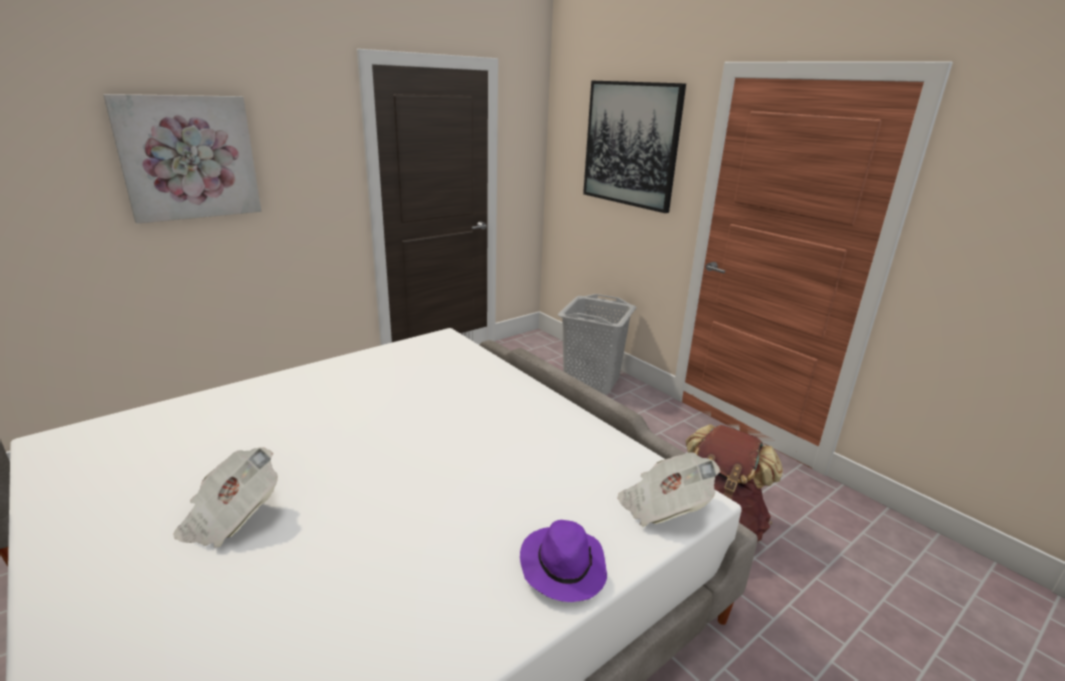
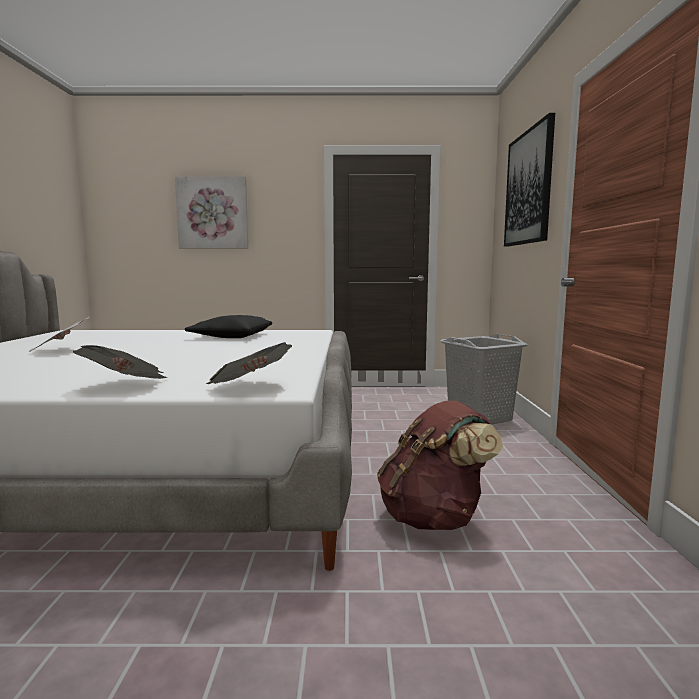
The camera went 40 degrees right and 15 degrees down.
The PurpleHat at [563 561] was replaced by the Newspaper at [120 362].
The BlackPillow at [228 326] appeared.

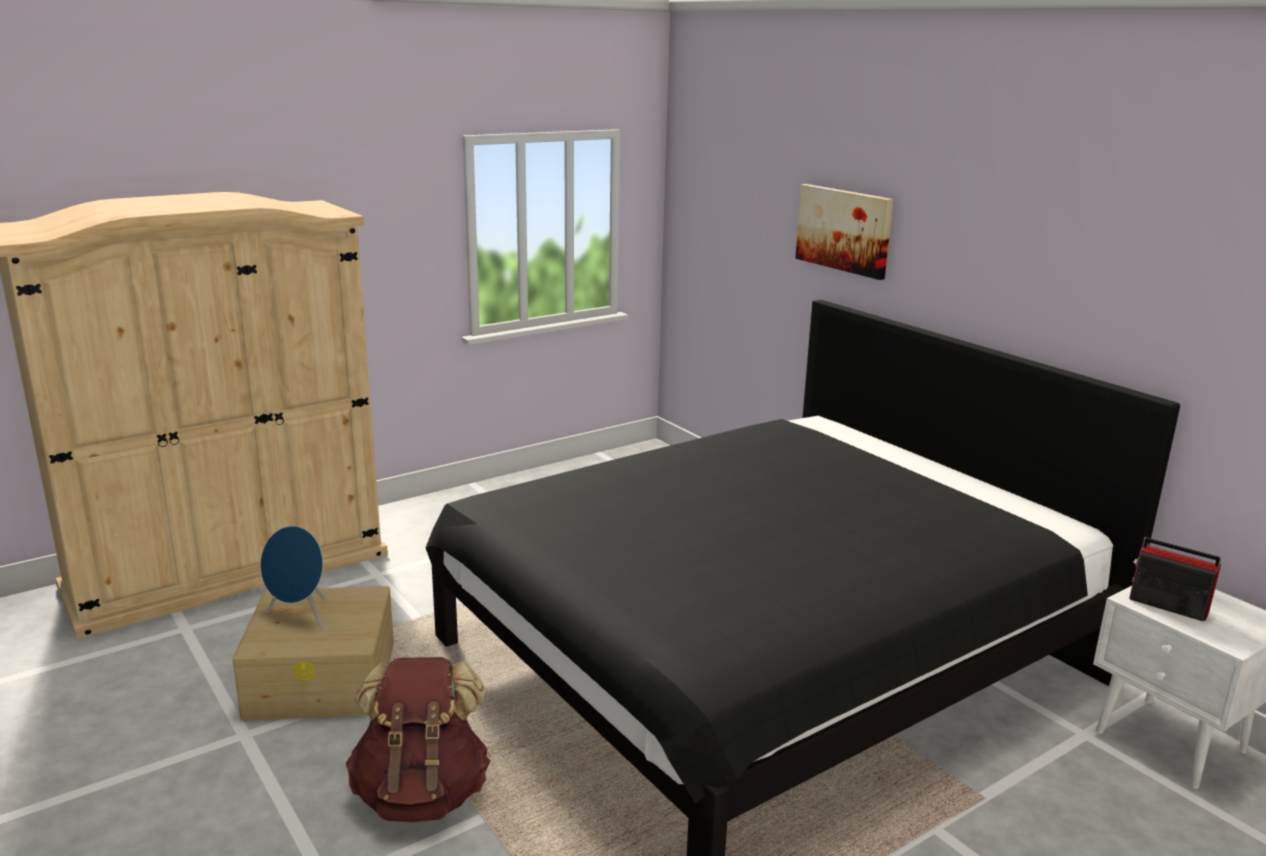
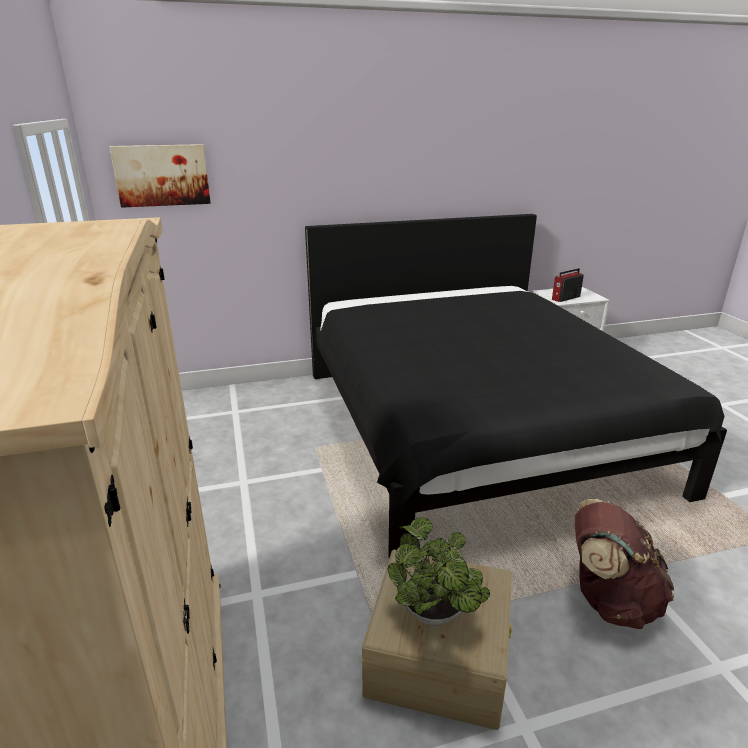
The camera went 70 degrees left and 5 degrees up.
The BlueSpeaker at [292 577] was replaced by the PottedPlant at [439 572].
The Picture moved from [844 232] to [160 176].

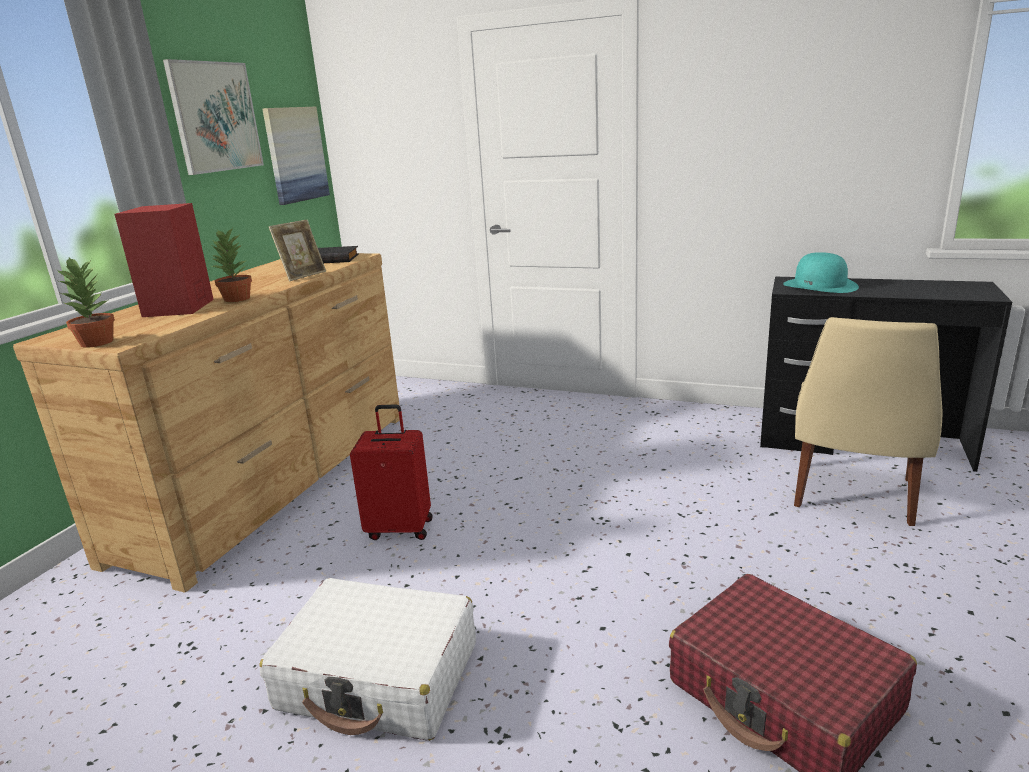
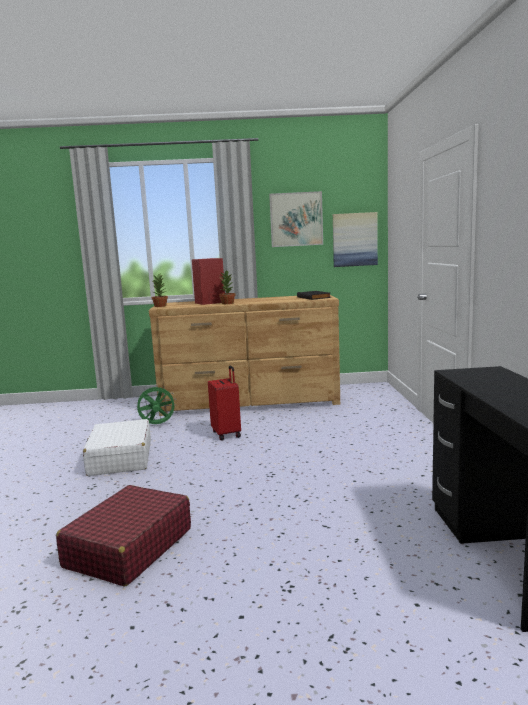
The camera went 65 degrees right and 10 degrees down.
The PictureFrame at [297 250] disappeared.
The TurquoiseHat at [821 272] disappeared.
The BeigeChair at [868 421] disappeared.
The GreenFan at [156 404] appeared.

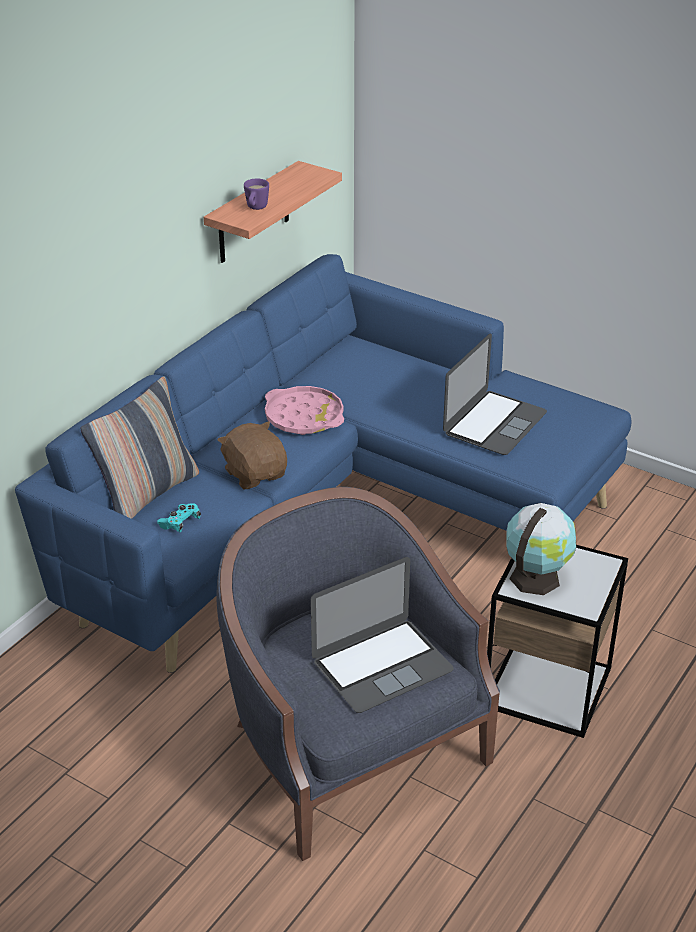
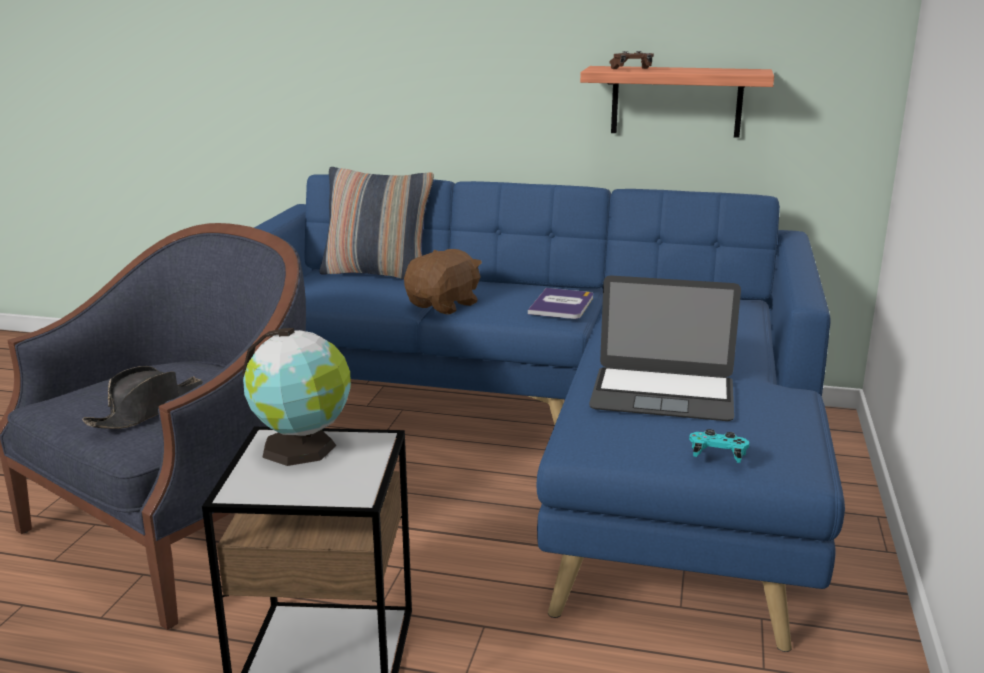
The camera went 70 degrees right and 15 degrees down.
The TurquoiseGameController moved from [179 518] to [719 446].
The PurpleMug at [256 194] was replaced by the BrownGameController at [631 60].
The PinkTray at [304 410] was replaced by the Book at [560 303].
The Laptop at [382 635] was replaced by the BlackHat at [142 397].

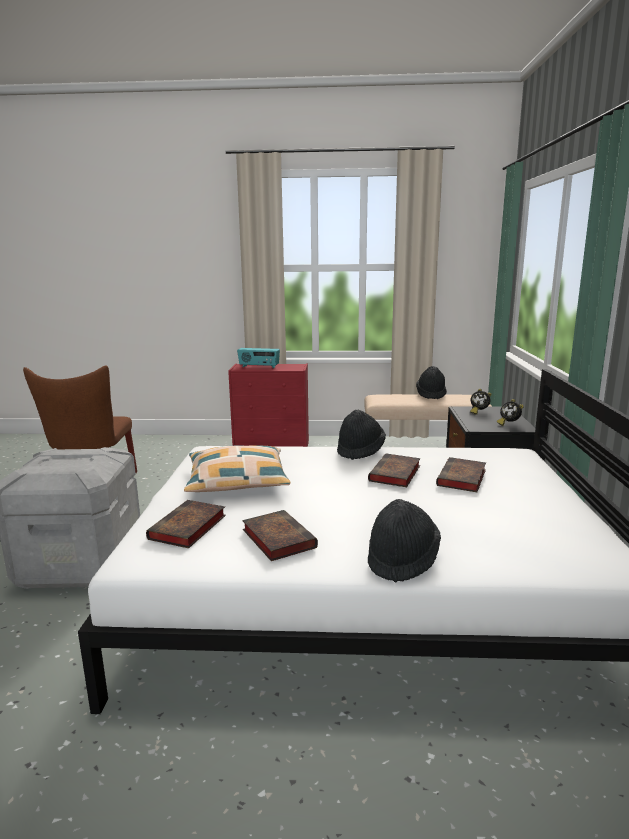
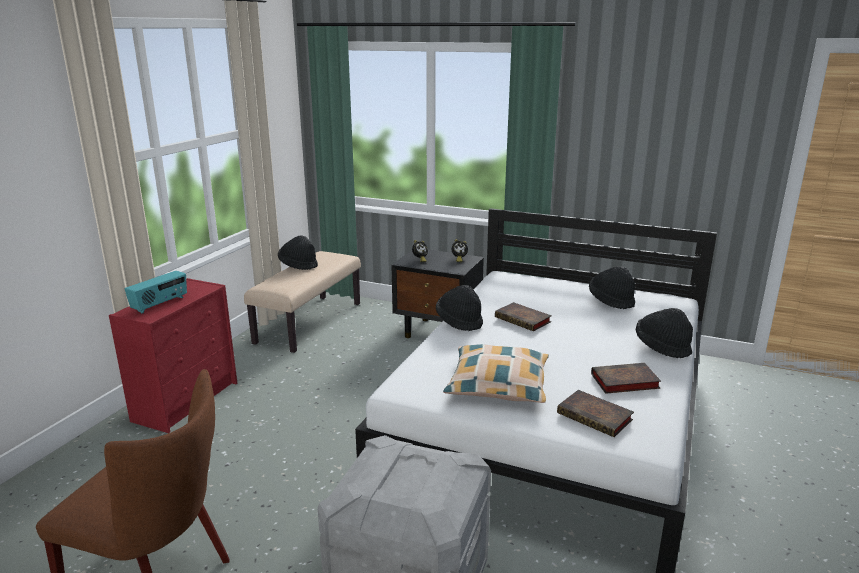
The camera went 70 degrees left and 5 degrees up.
The Book at [461 474] disappeared.
The BlackHat at [612 287] appeared.

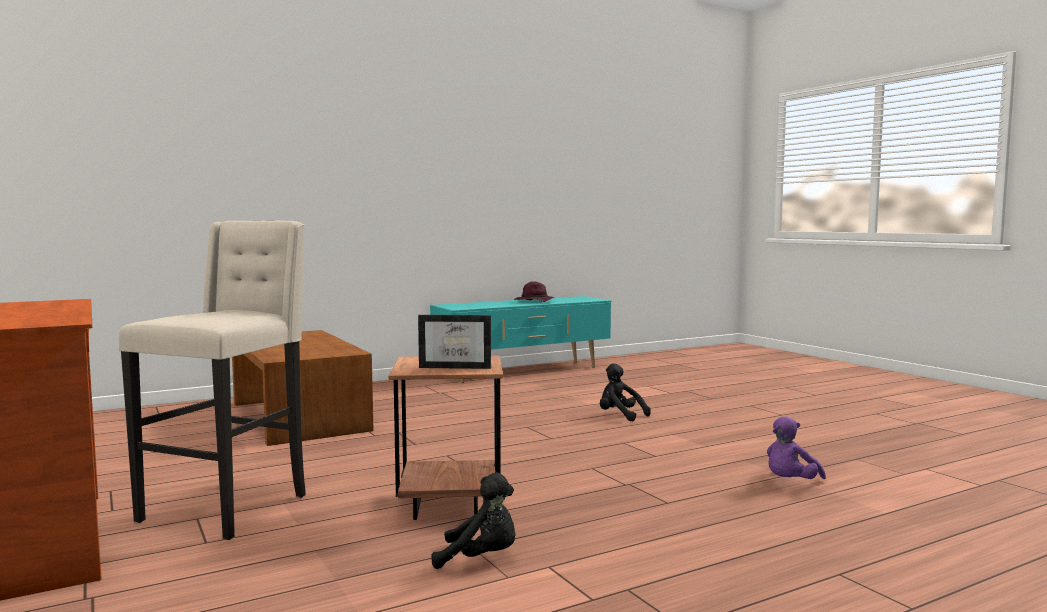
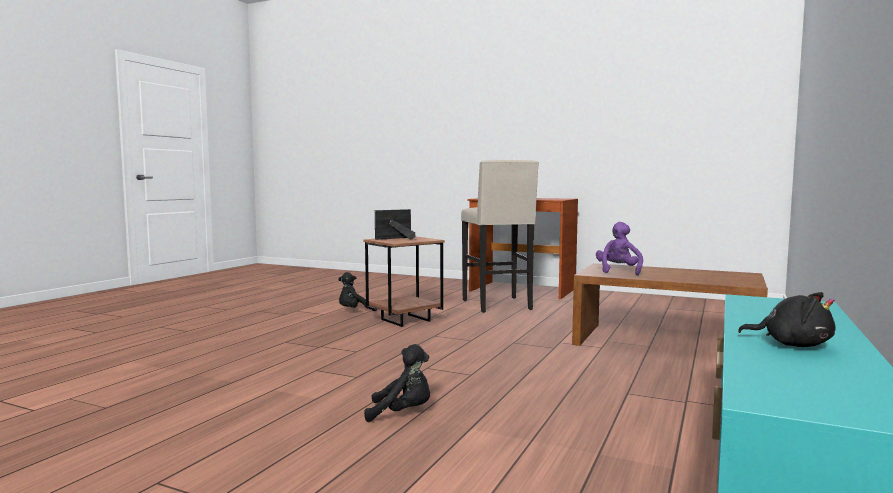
The camera went 145 degrees right and 0 degrees up.
The PurpleHat at [534 291] was replaced by the BlackPlushToy at [787 319].
The PurplePlushToy moved from [796 447] to [619 248].

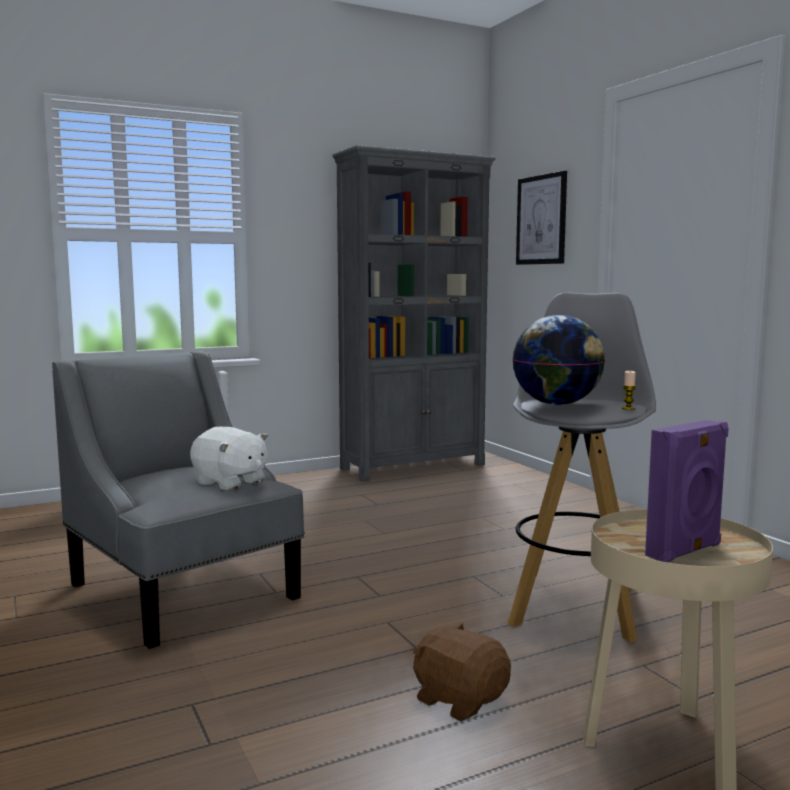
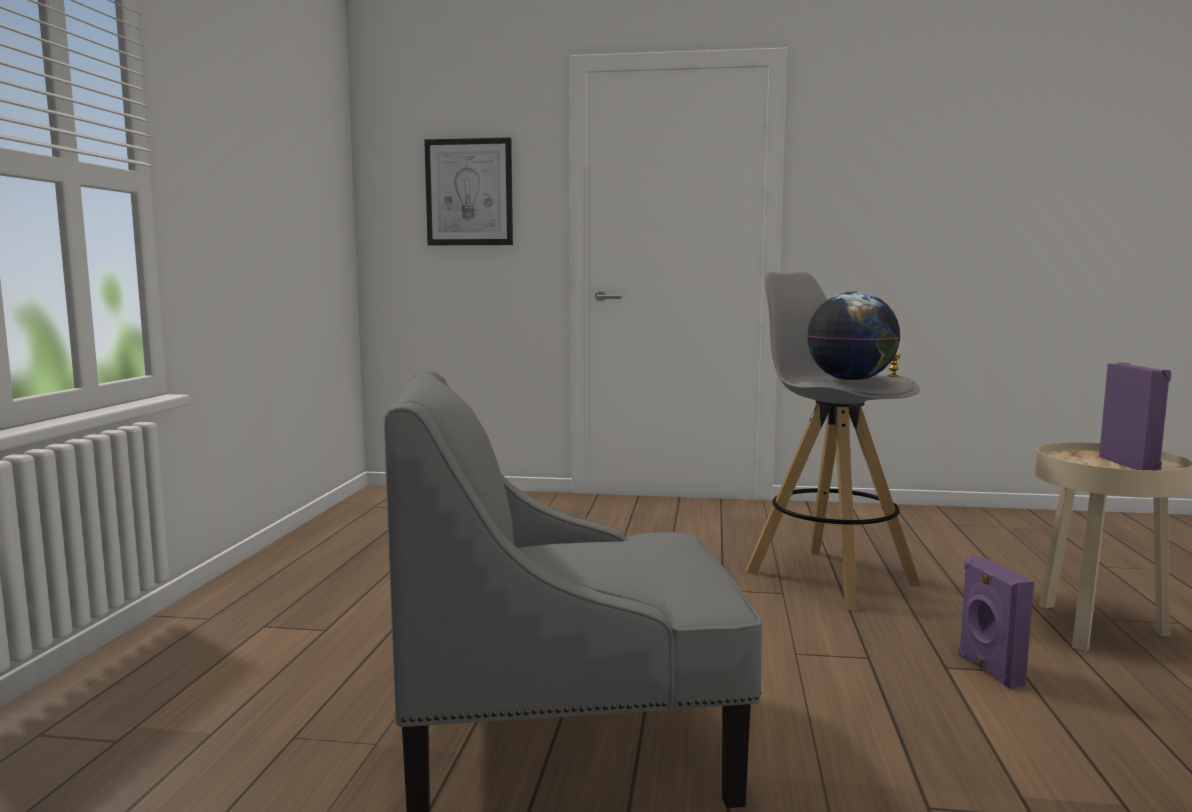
The camera went 55 degrees left and 0 degrees up.
The WhitePlushToy at [229 459] disappeared.
The GreyBookcase at [414 313] disappeared.
The BrownPlushToy at [462 672] was replaced by the PurpleSpeaker at [996 622].

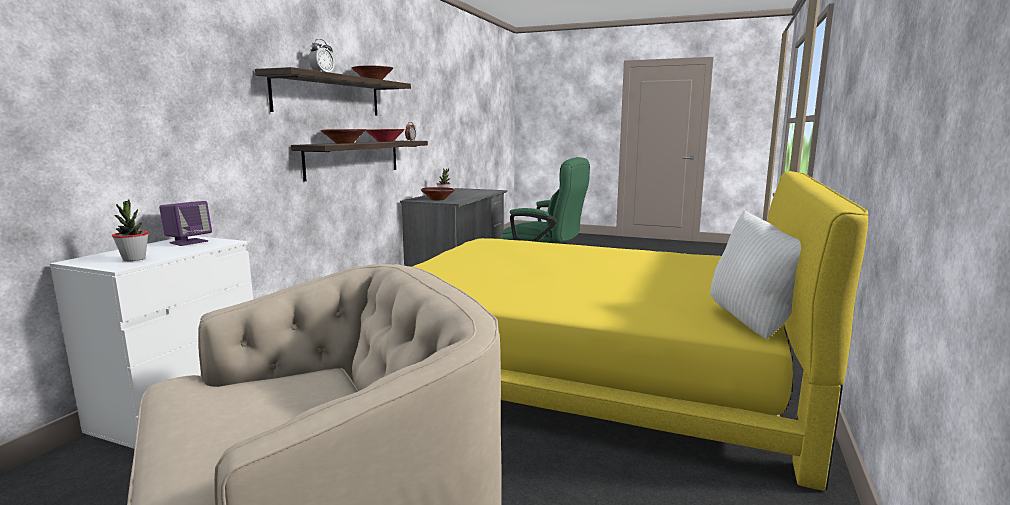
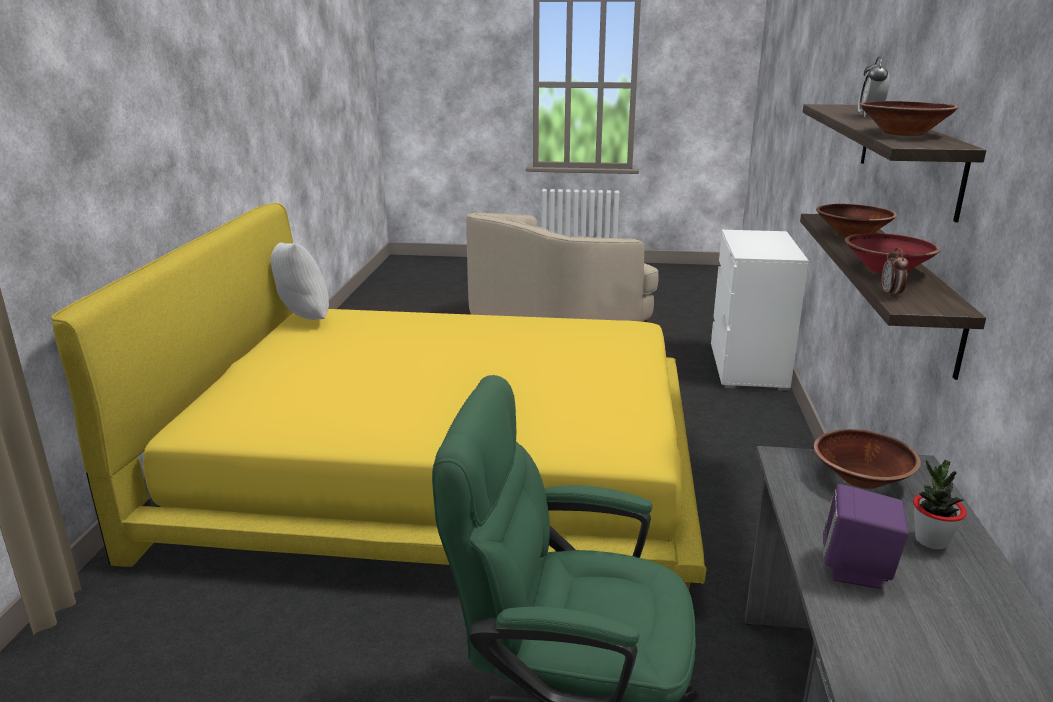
The camera went 165 degrees right and 10 degrees up.
The PottedPlant at [130 230] disappeared.
The PurpleSpeaker moved from [185 223] to [866 536].

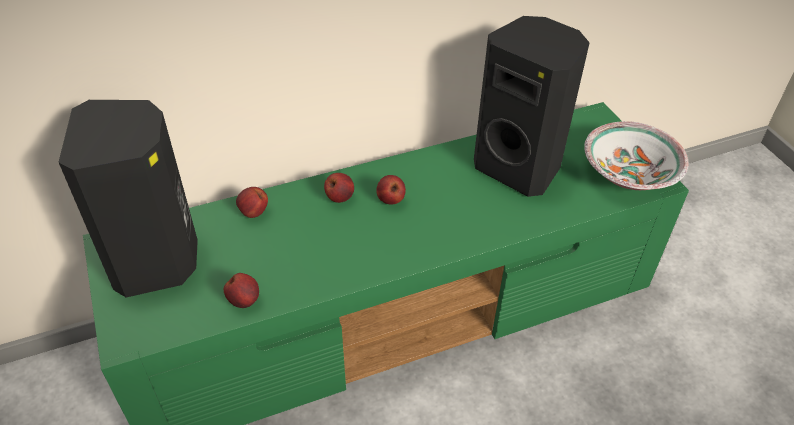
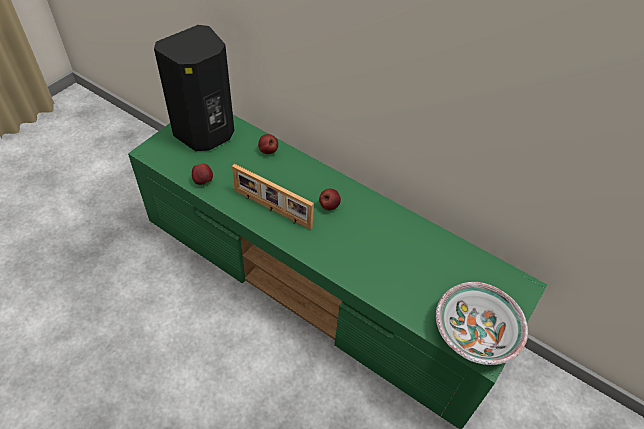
The camera went 55 degrees right and 5 degrees up.
The Apple at [339 188] disappeared.
The BlackSpeaker at [532 106] disappeared.
The PictureFrame at [273 197] appeared.

